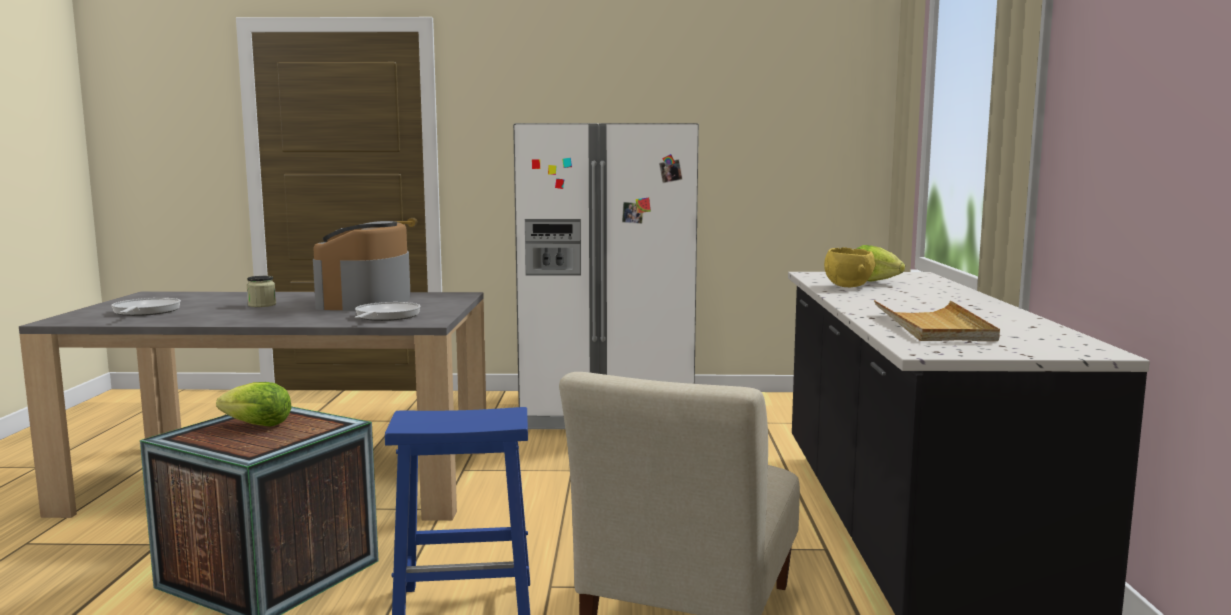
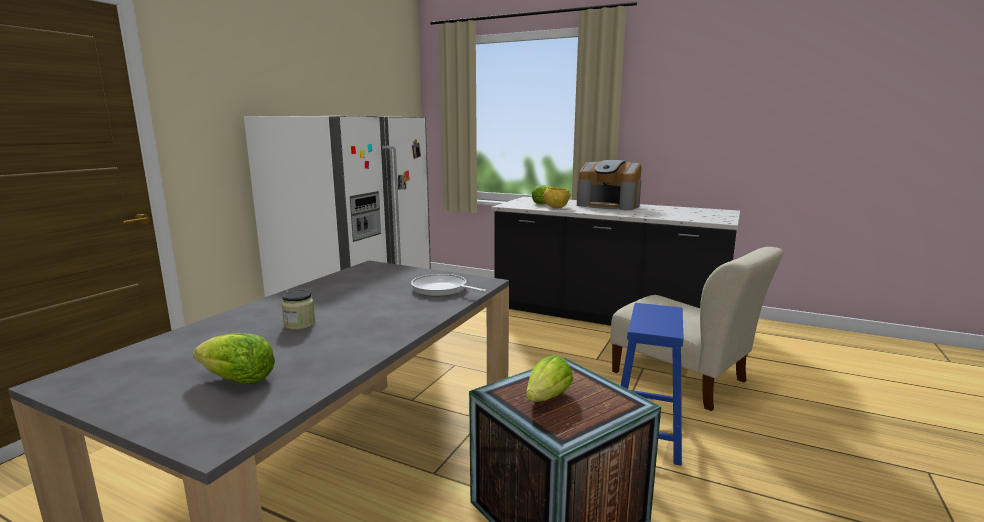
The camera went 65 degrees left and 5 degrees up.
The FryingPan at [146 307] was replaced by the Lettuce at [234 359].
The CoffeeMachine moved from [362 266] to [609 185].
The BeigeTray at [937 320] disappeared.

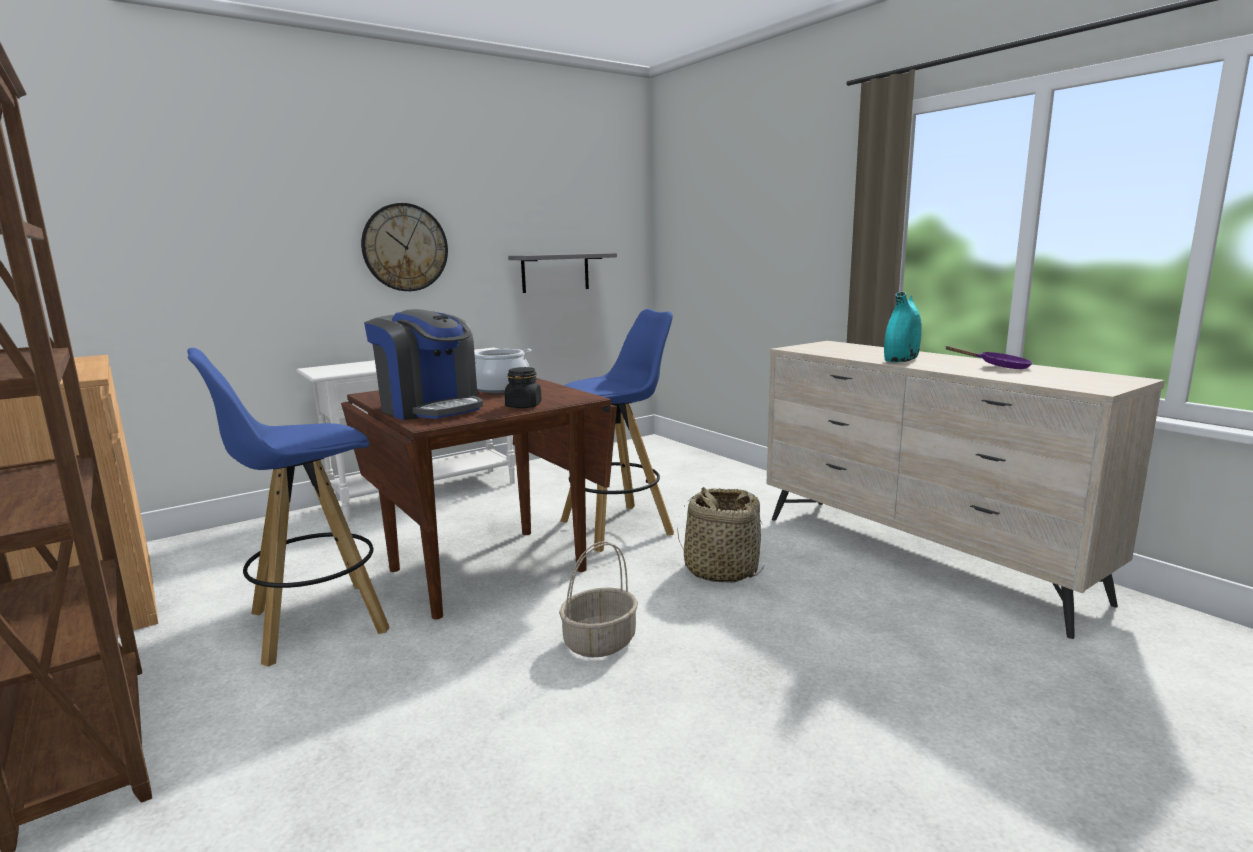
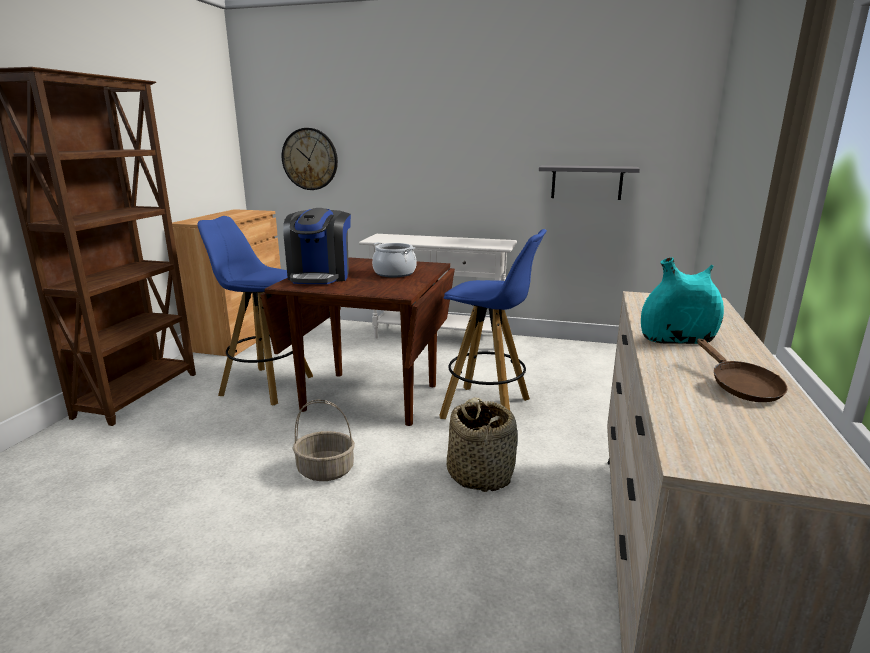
The camera went 50 degrees right and 5 degrees up.
The WallClock moved from [404 247] to [310 159].
The BlackJar at [523 387] disappeared.
The PurpleFryingPan at [988 357] became the BrownFryingPan at [742 370].

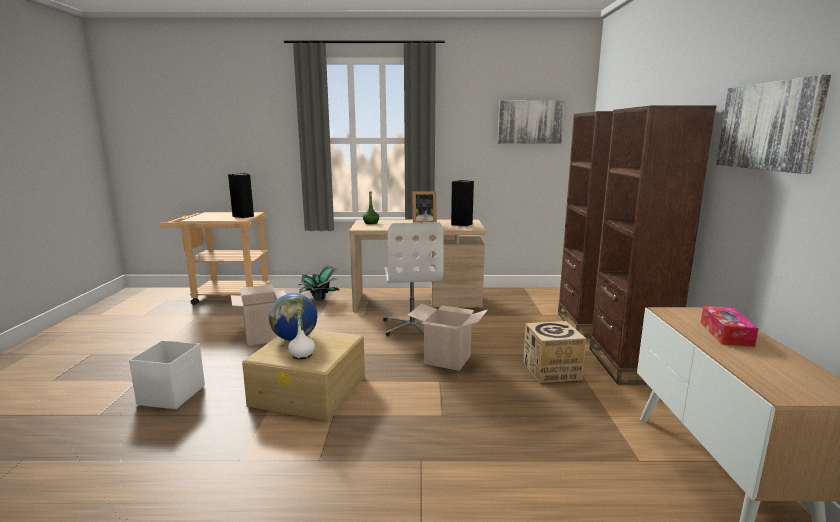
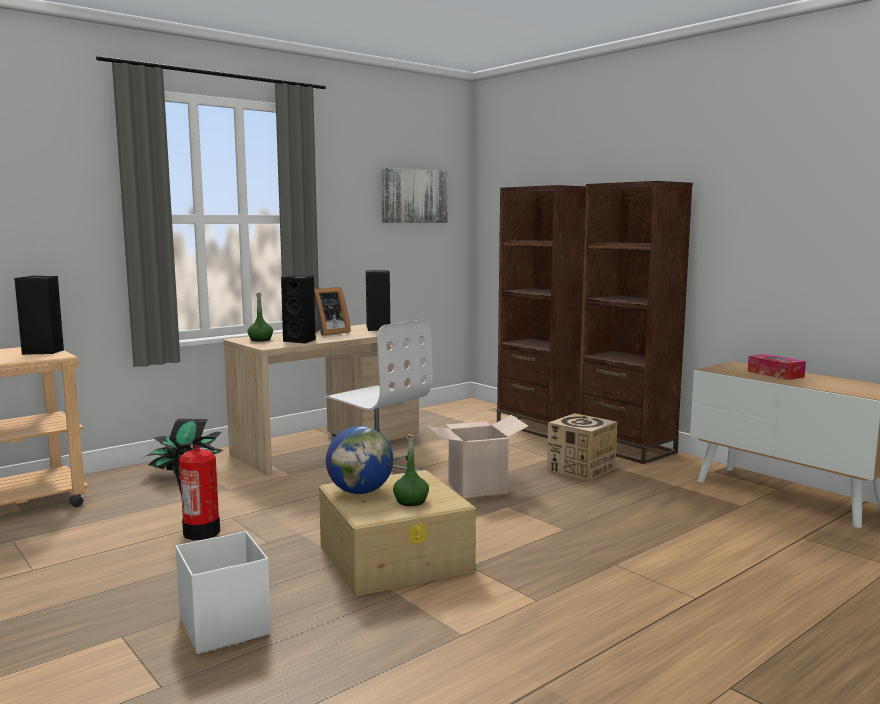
The camera went 40 degrees left and 5 degrees down.
The CardboardBox at [258 315] was replaced by the FireExtinguisher at [197 488].
The WhiteBottle at [301 333] became the GreenBottle at [411 470].
The Picture at [773 124] disappeared.
The BlackSpeaker at [298 310] appeared.

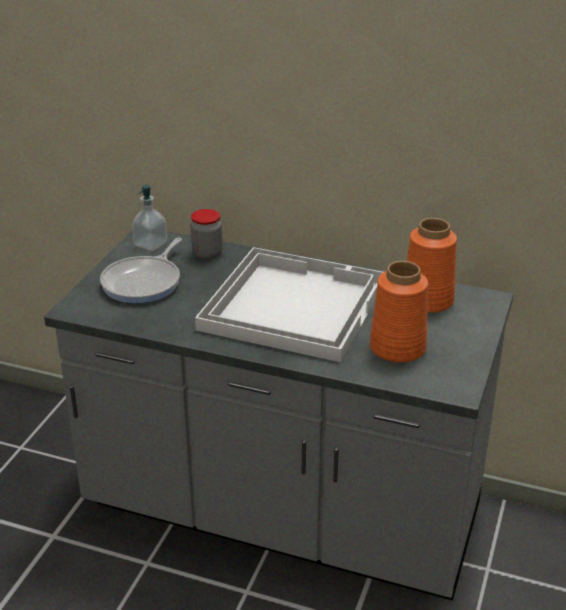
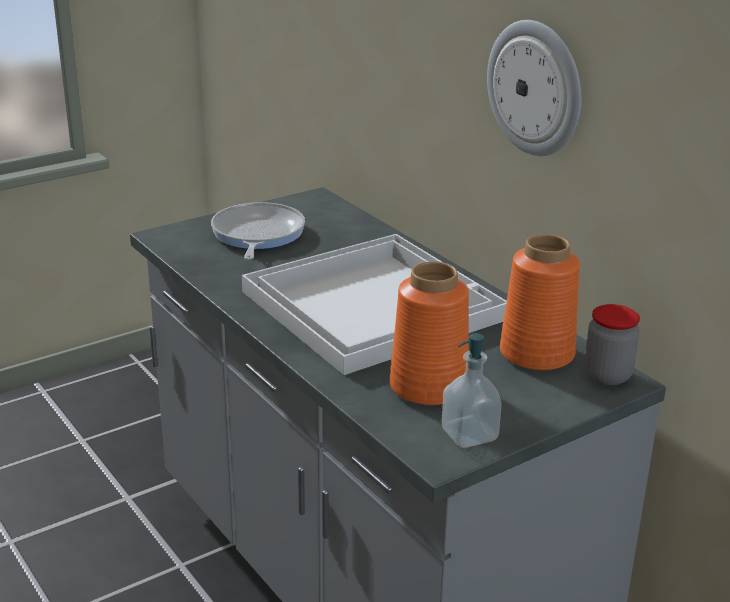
The camera went 35 degrees right and 5 degrees down.
The FryingPan at [141 271] turned 120 degrees clockwise.
The SoapDispenser moved from [149 218] to [472 390].
The Jar moved from [206 234] to [612 344].
The WallClock at [534 88] appeared.

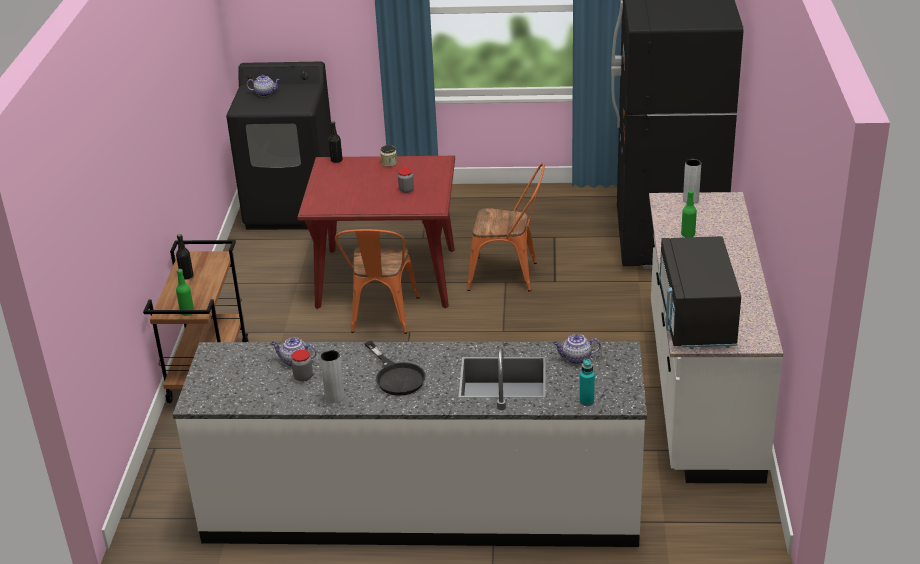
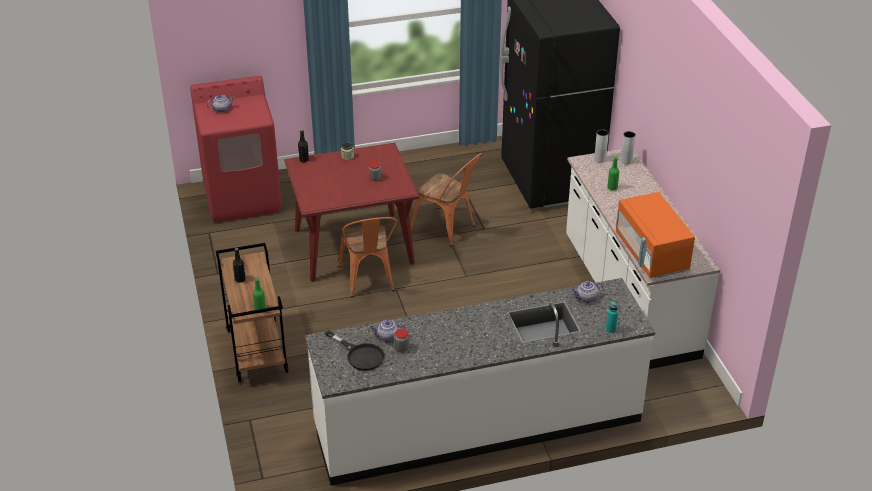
The camera went 20 degrees left and 5 degrees up.
The BlackWashingMachine at [278 146] became the RedWashingMachine at [236 149].
The GreyVase moved from [332 377] to [628 147].
The BlackFryingPan moved from [395 368] to [355 350].
The OrangeChair at [506 227] turned 45 degrees clockwise.
The BlackMicrowave at [700 292] became the OrangeMicrowave at [655 235].

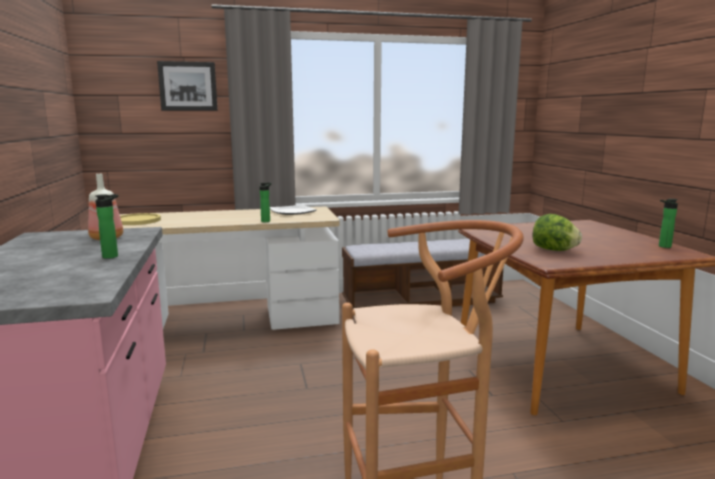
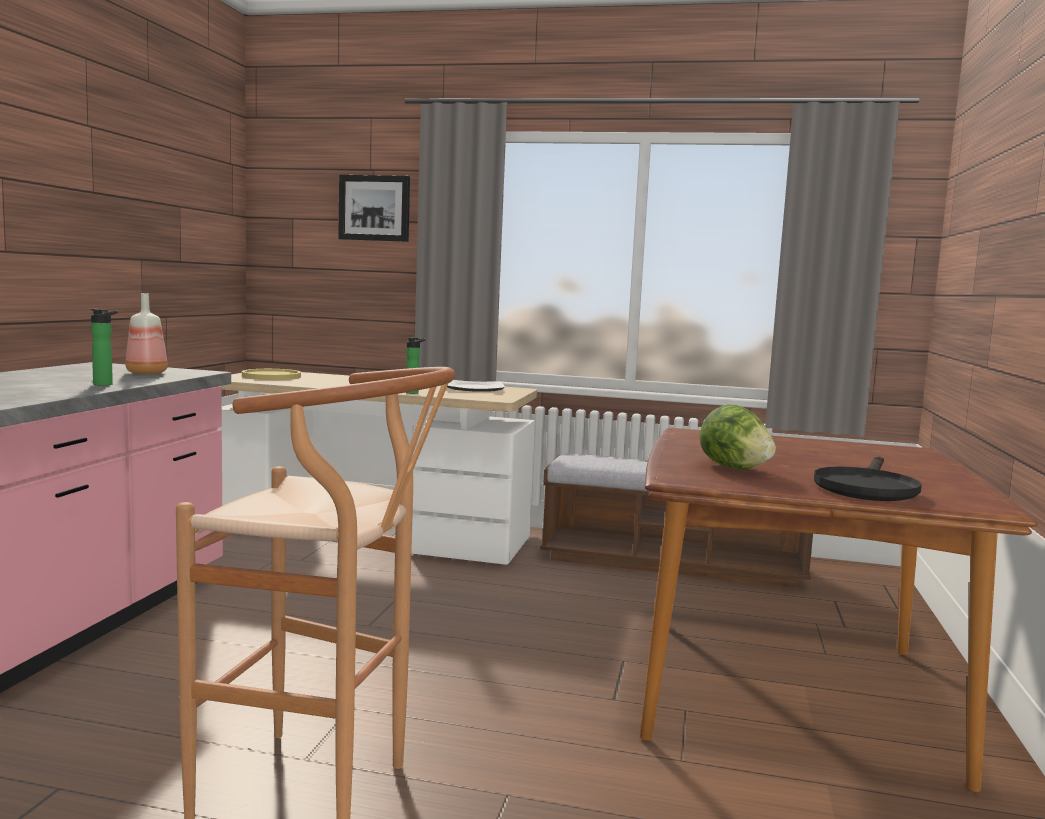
The camera went 25 degrees right and 5 degrees down.
The Bottle at [668 223] disappeared.
The BlackFryingPan at [868 479] appeared.

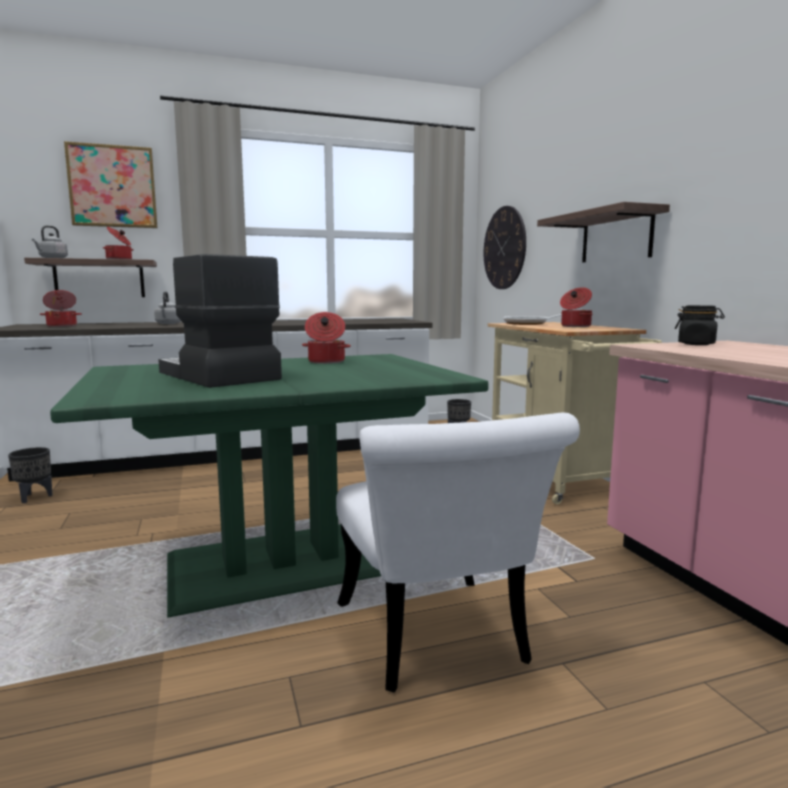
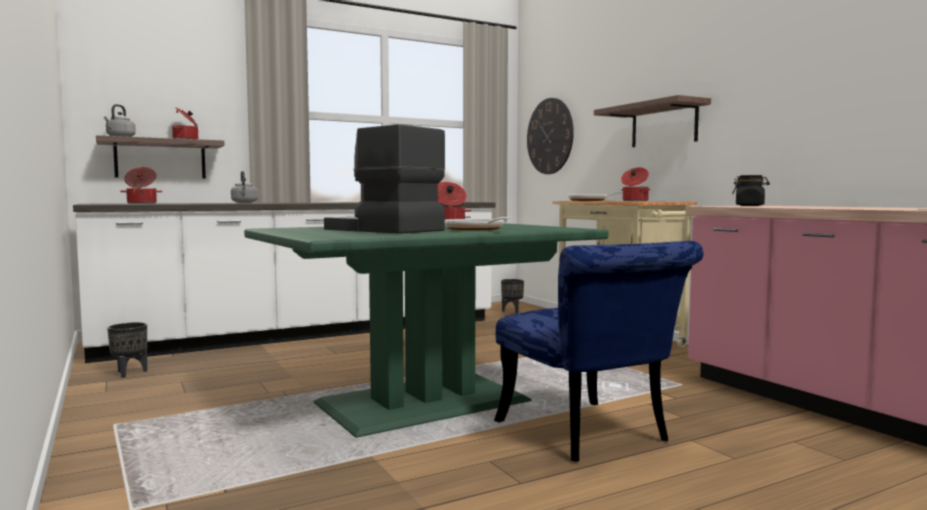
The camera went 10 degrees left and 5 degrees down.
The Picture at [111 184] disappeared.
The WhiteChair at [458 553] became the BlueChair at [598 351].
The FryingPan at [478 224] appeared.

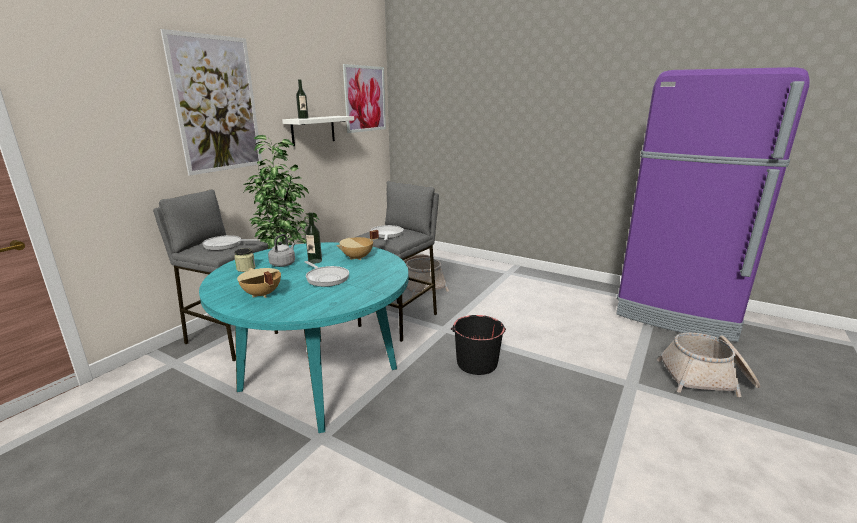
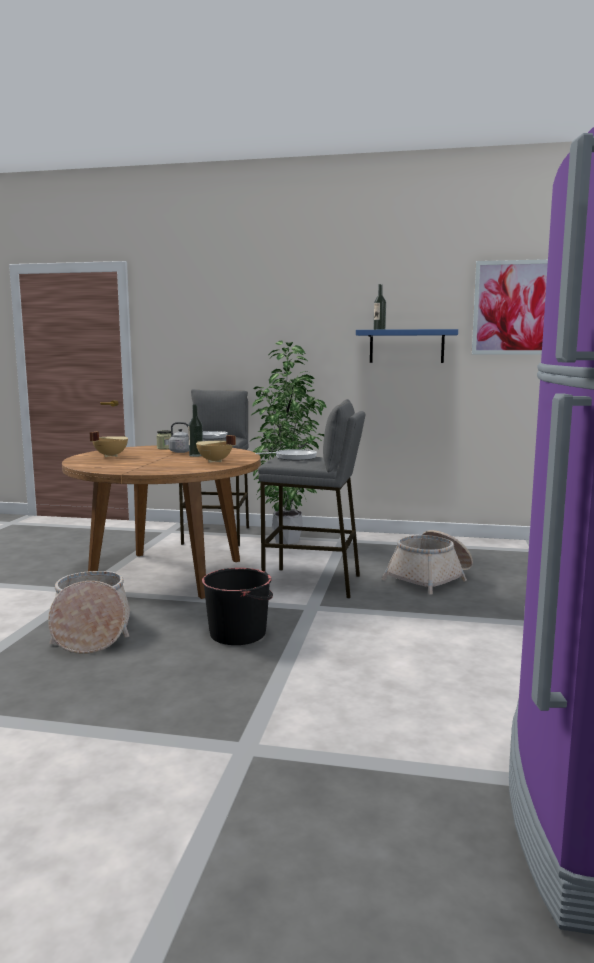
The camera went 70 degrees right and 10 degrees down.
The Picture at [211 102] disappeared.
The TurquoiseDiningTable at [304 337] became the BrownDiningTable at [161 522].
The WhiteShelf at [318 131] became the BlueShelf at [407 346].
The FryingPan at [327 274] disappeared.
The Basket moved from [708 365] to [89 612].

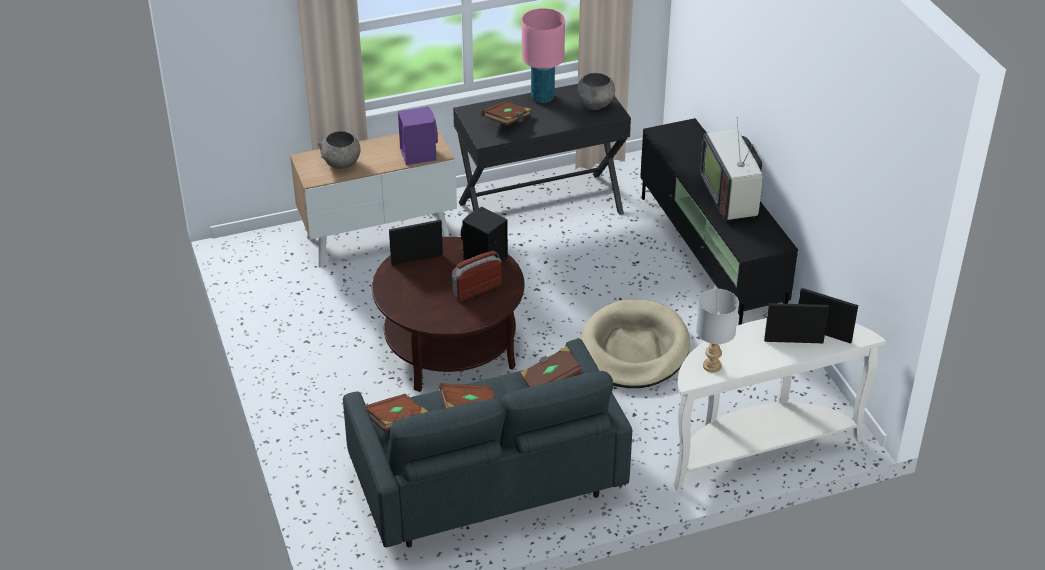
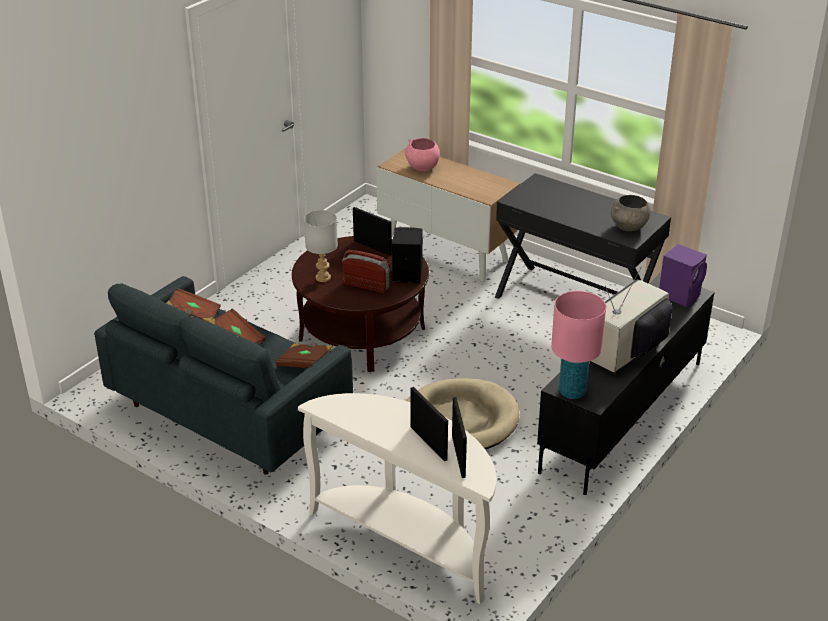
The camera went 55 degrees right and 5 degrees down.
The GreyBowl at [338 150] became the PinkBowl at [422 154].
The PurpleSpeaker moved from [418 136] to [683 275].
The BrownBook at [506 113] disappeared.
The PinkTableLamp moved from [543 55] to [578 345].
The GreyTableLamp moved from [717 330] to [321 246].

